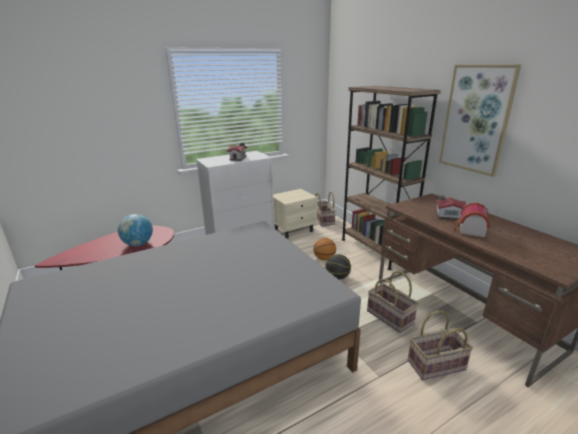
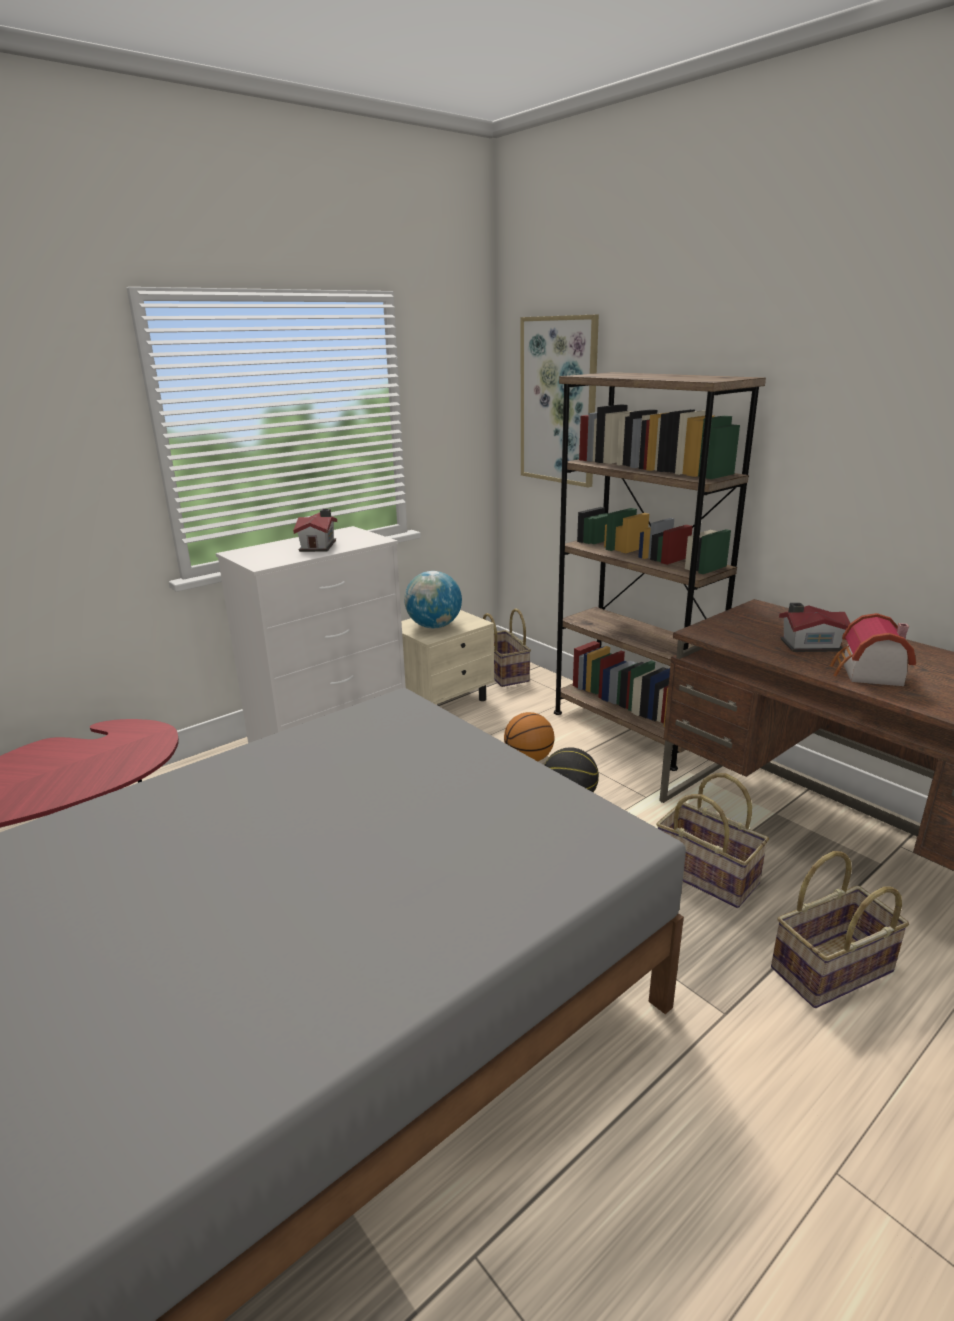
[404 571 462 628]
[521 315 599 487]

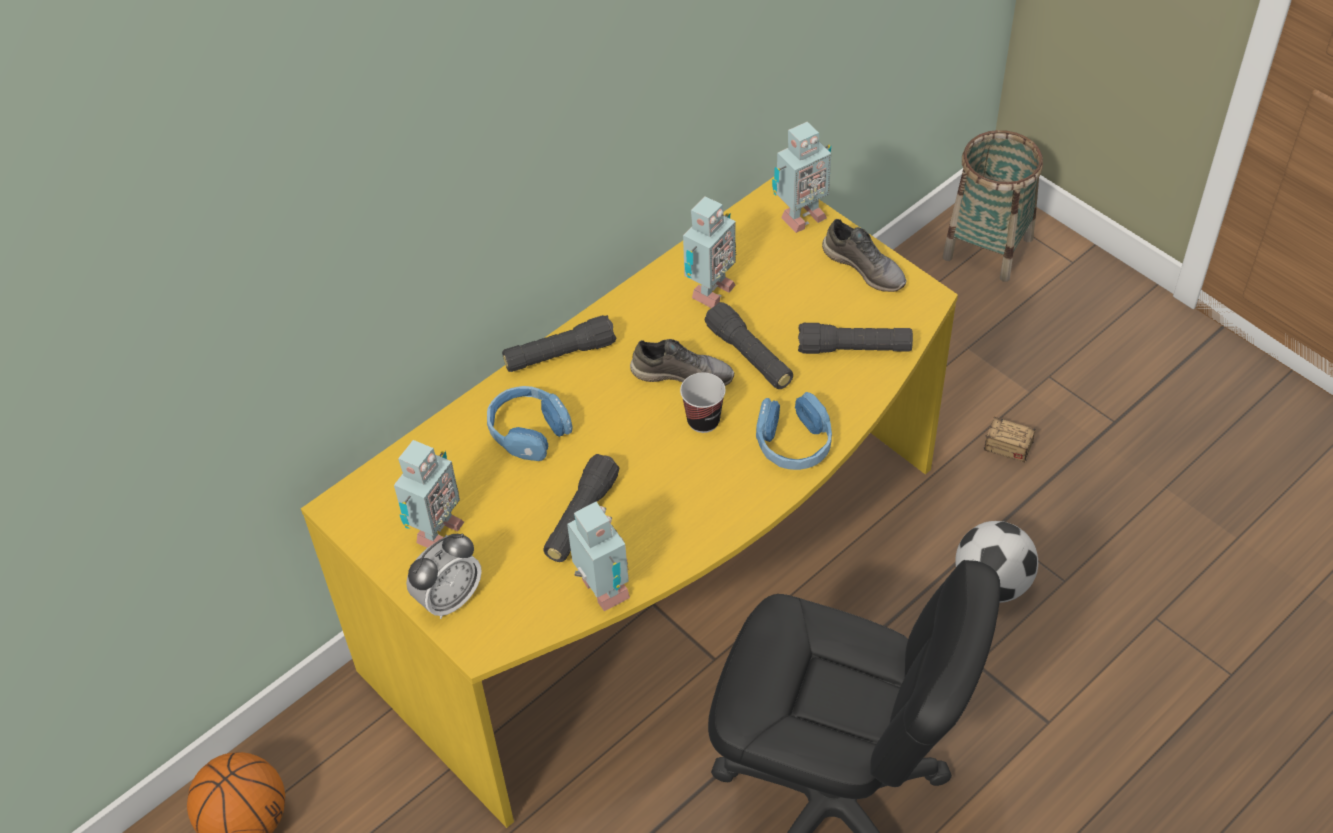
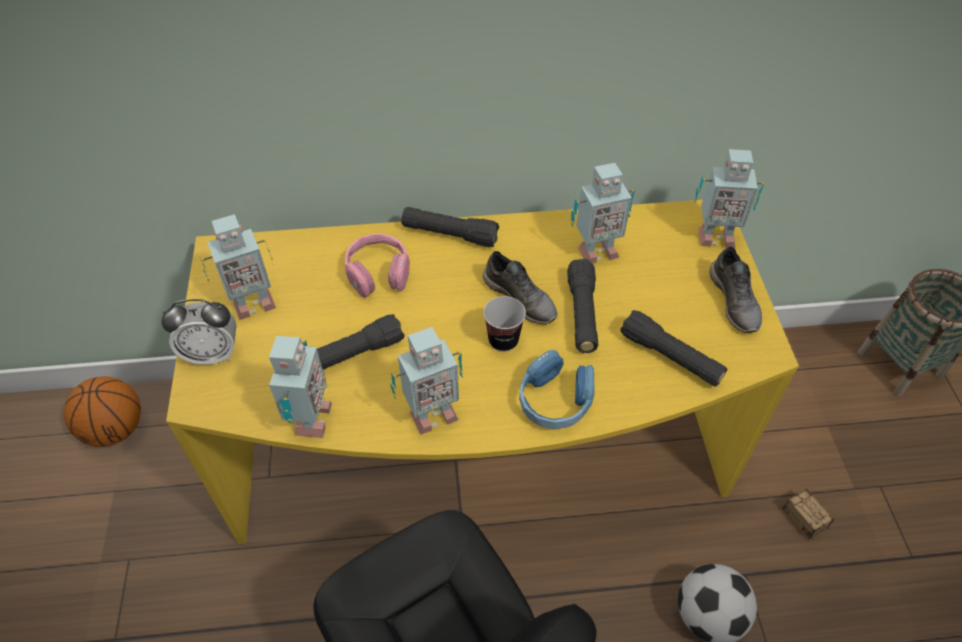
[345 234 410 298]
[390 327 463 435]

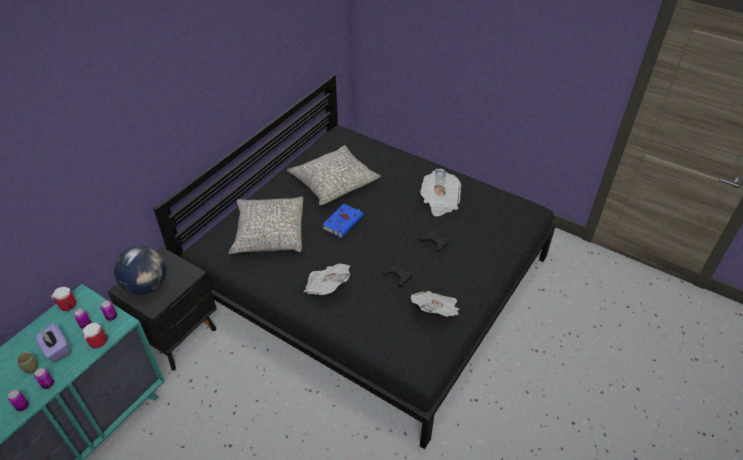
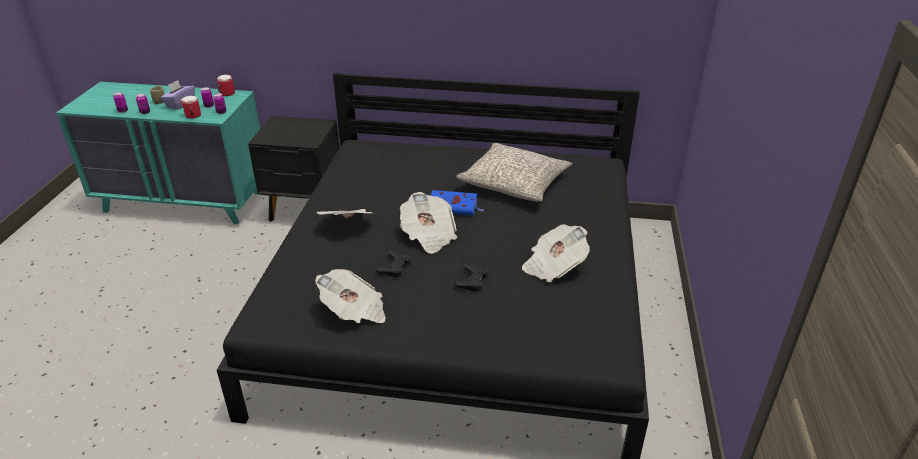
[400 192 457 254]
[114 246 166 295] (first image)
[228 197 303 254] (first image)

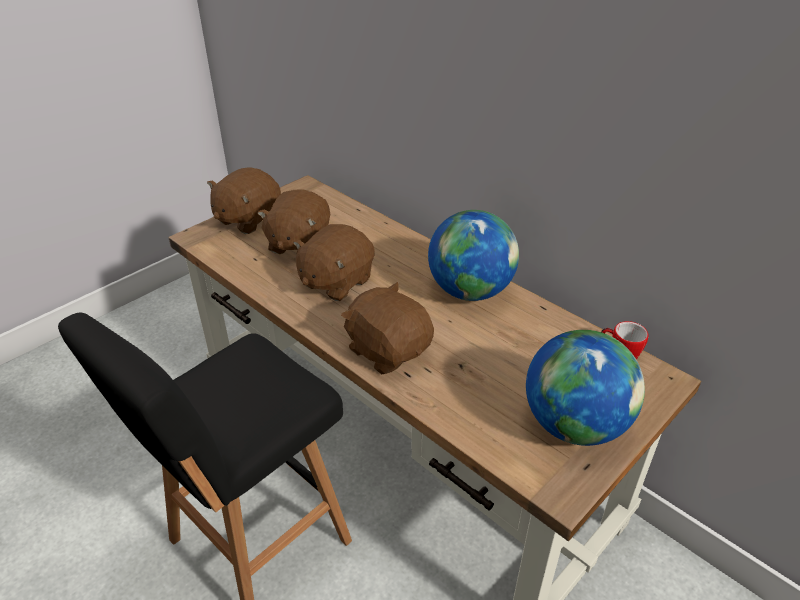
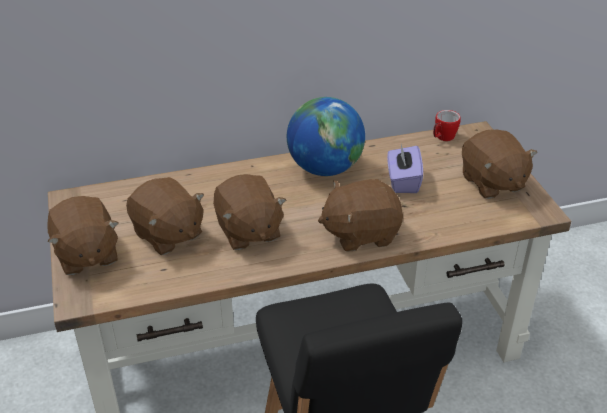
[387 145 423 193]
[462 129 537 199]

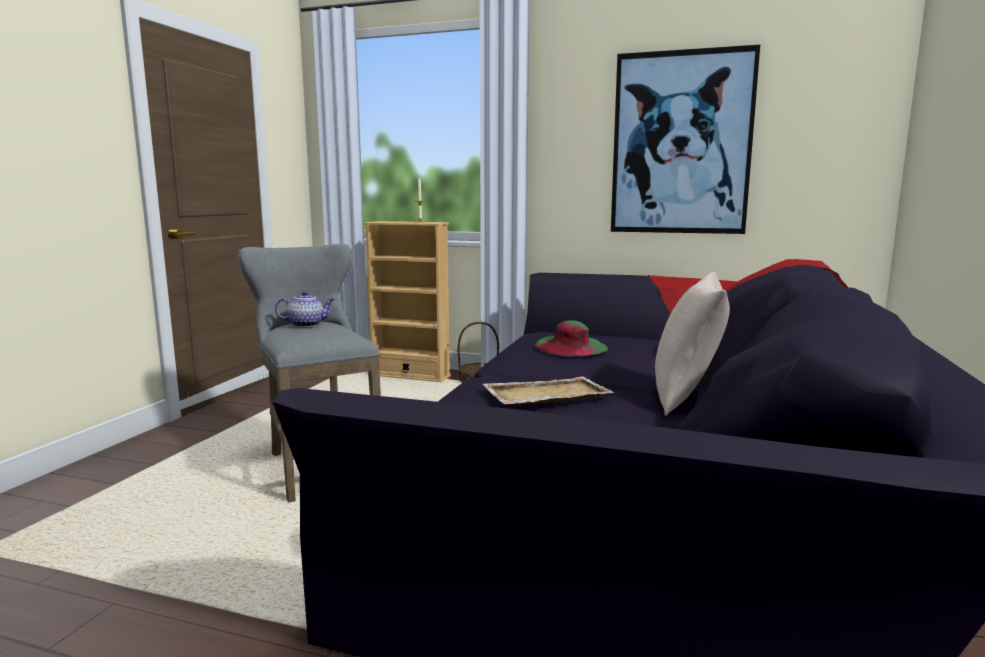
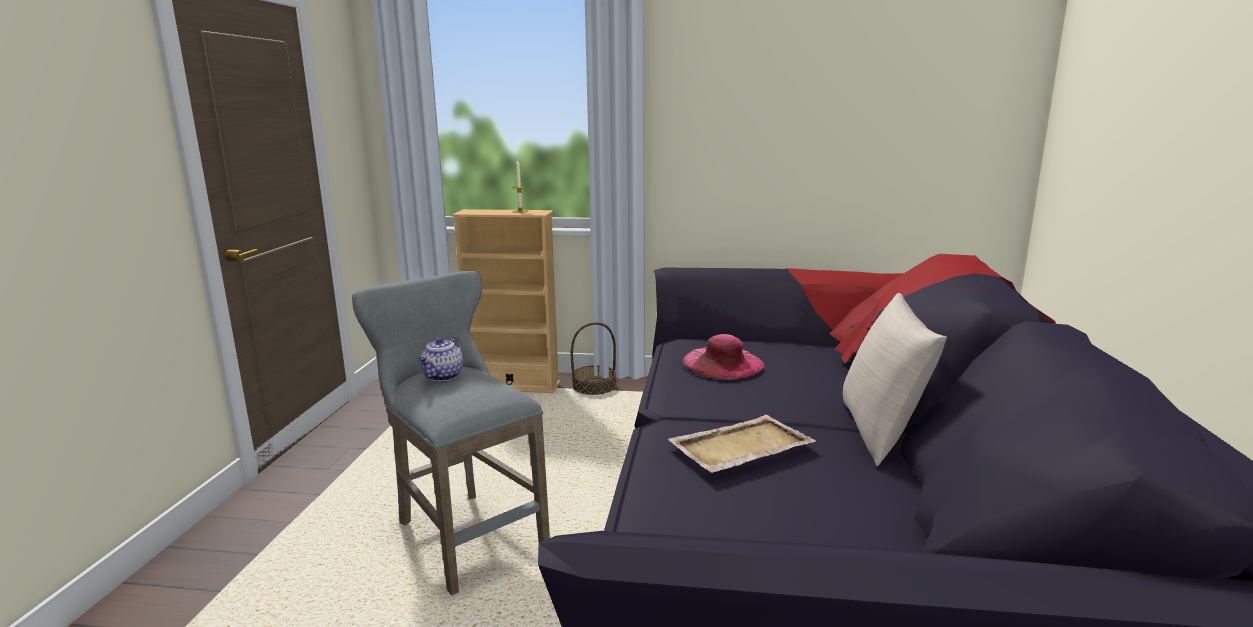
[418 337 463 381]
[682 334 765 379]
[611 45 760 234] (first image)

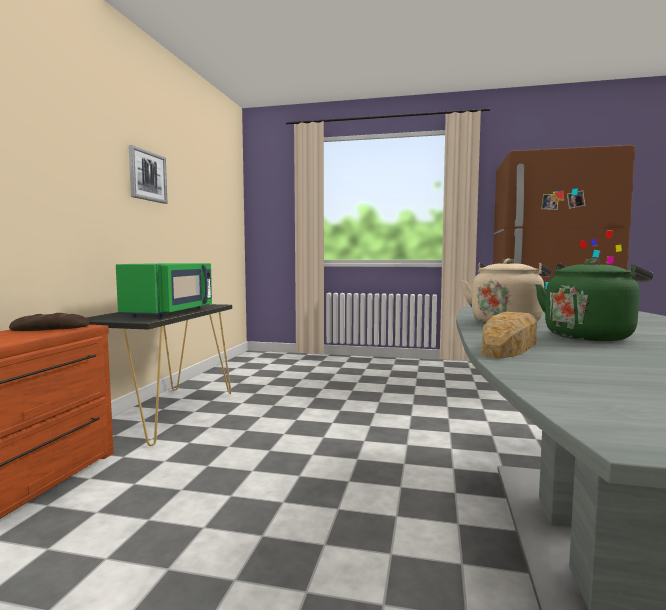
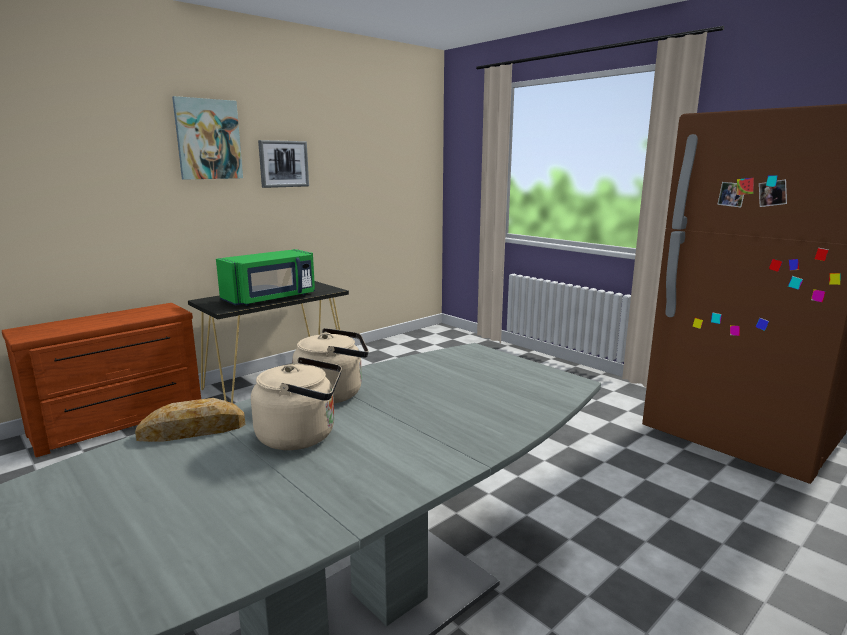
[172 96 243 180]
[251 357 342 450]
[9 313 89 331] (first image)

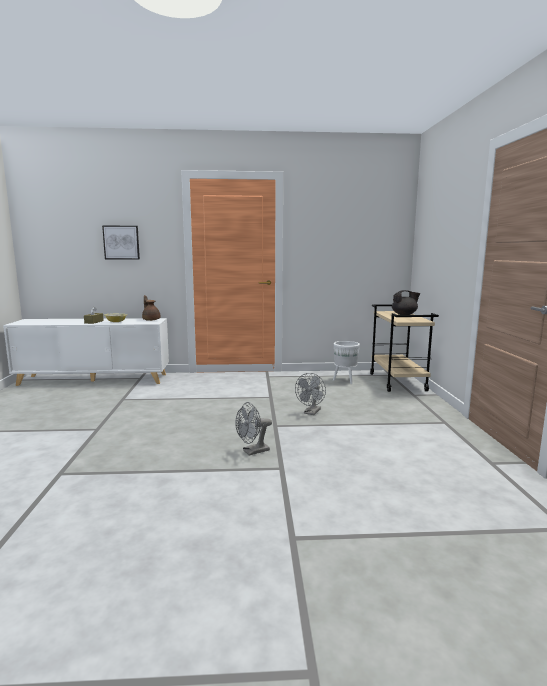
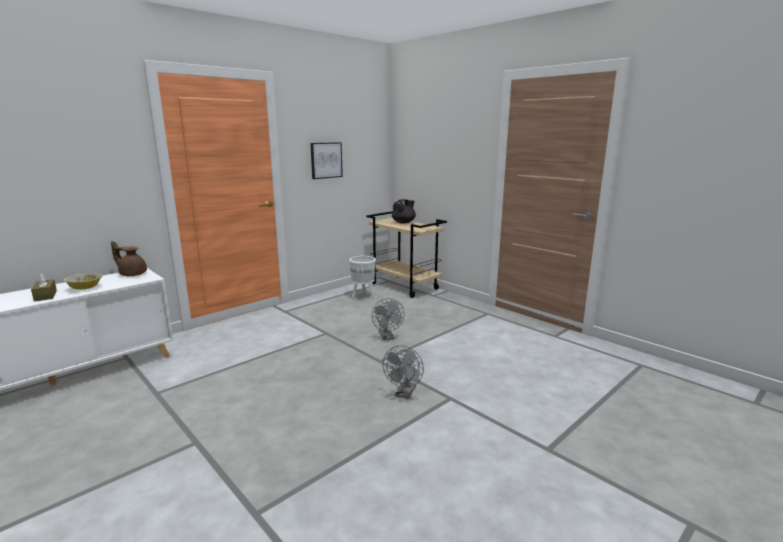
[310 142 343 179]

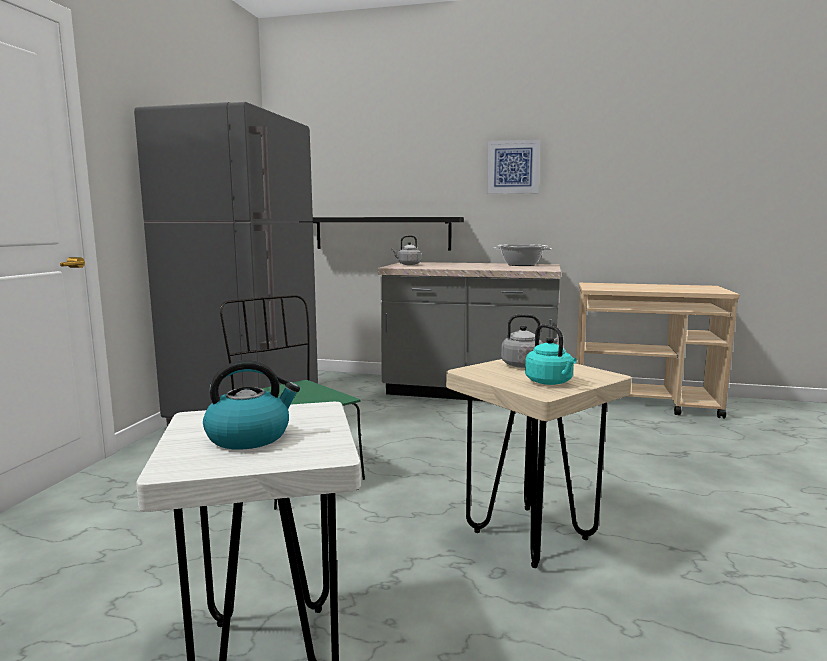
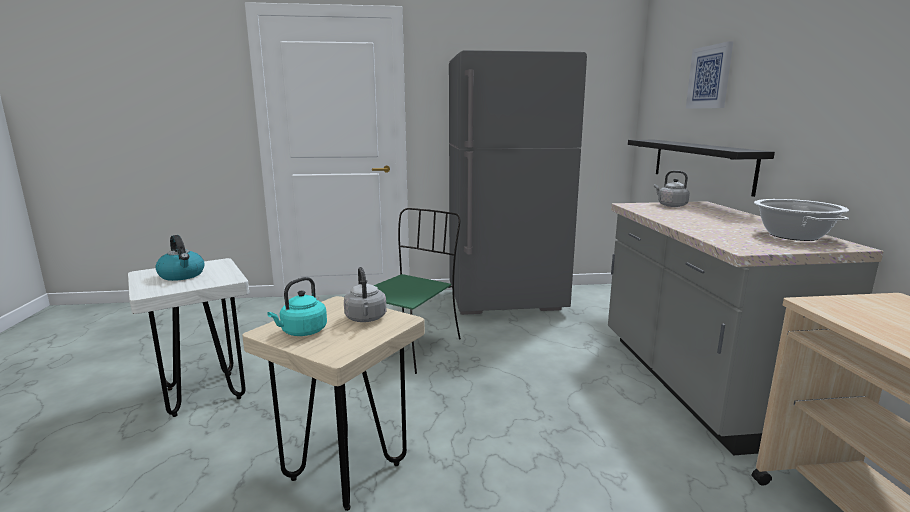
[686 41 733 109]

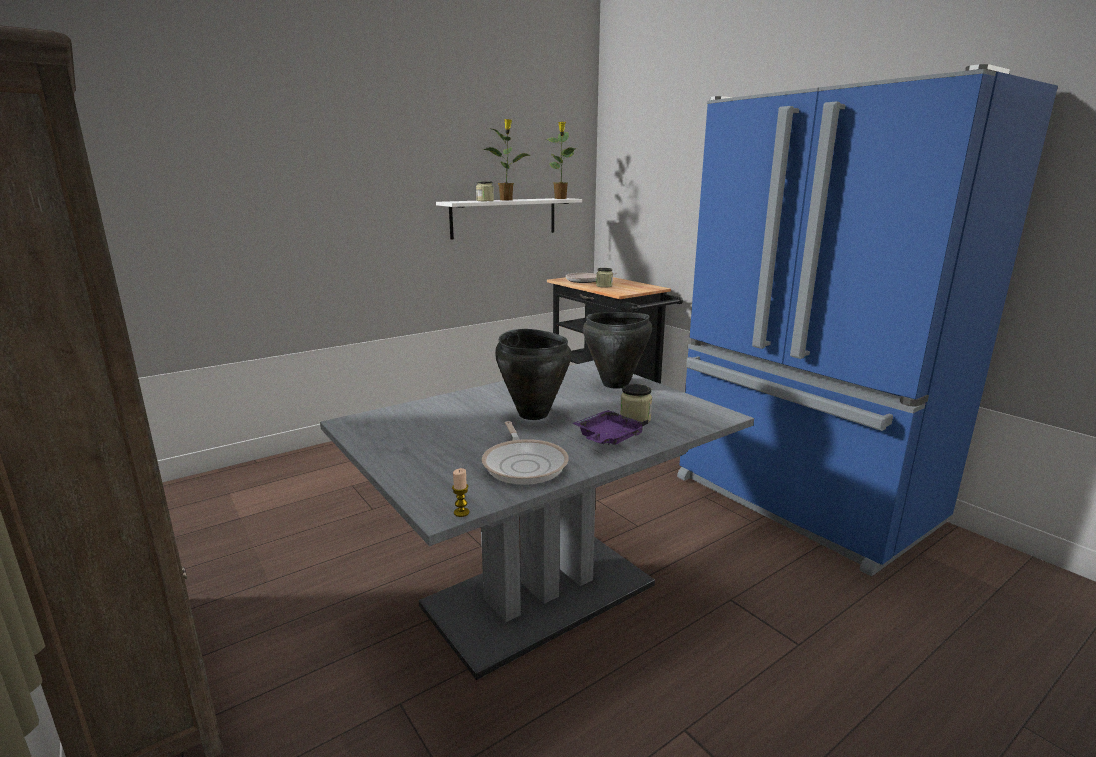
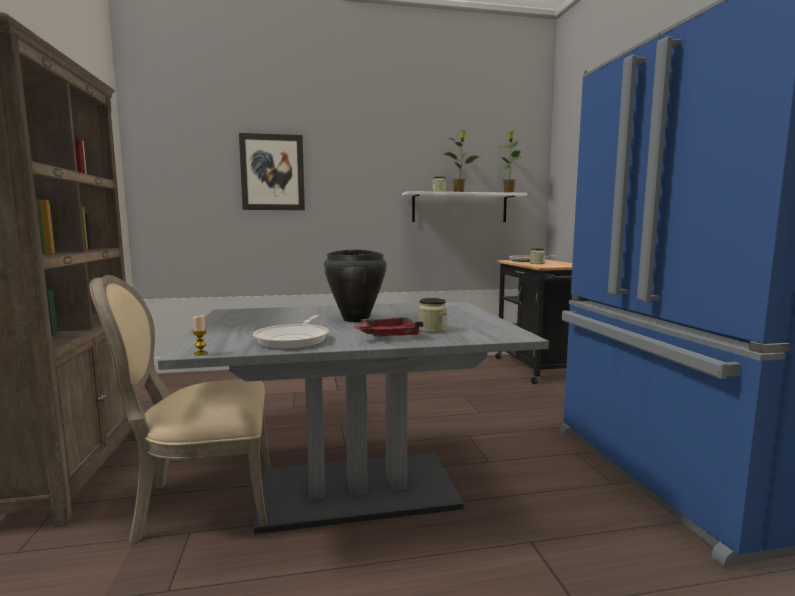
[89 275 271 544]
[239 133 305 210]
[354 317 423 336]
[583 312 652 389] (first image)

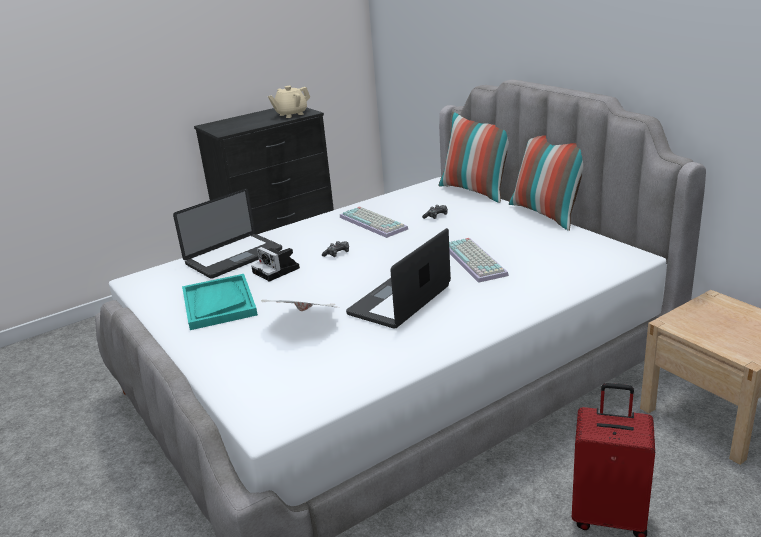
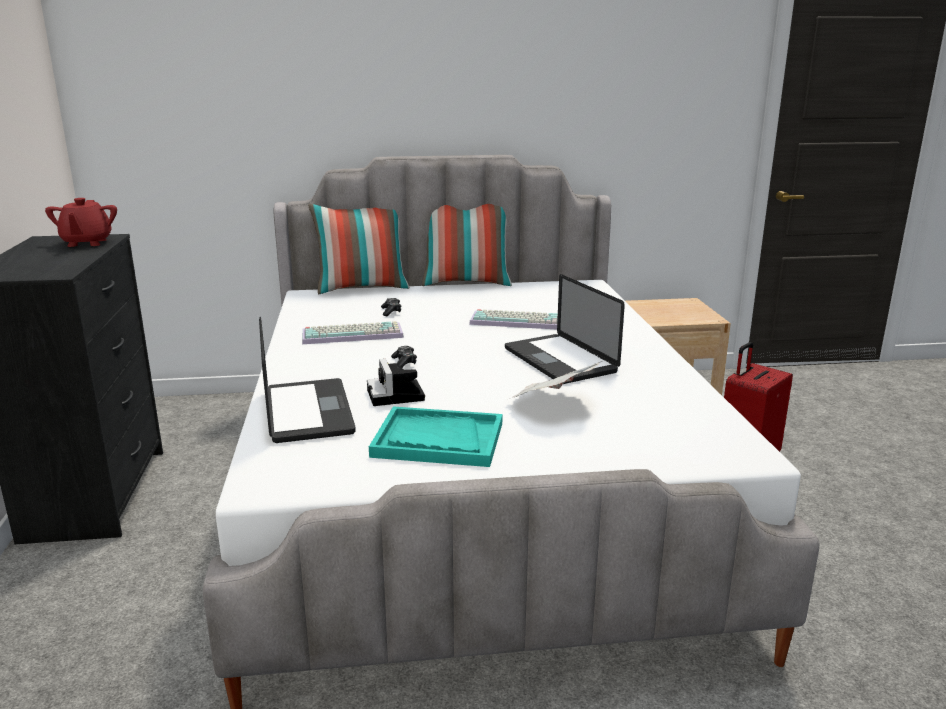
[45 198 117 247]
[367 359 425 406]

